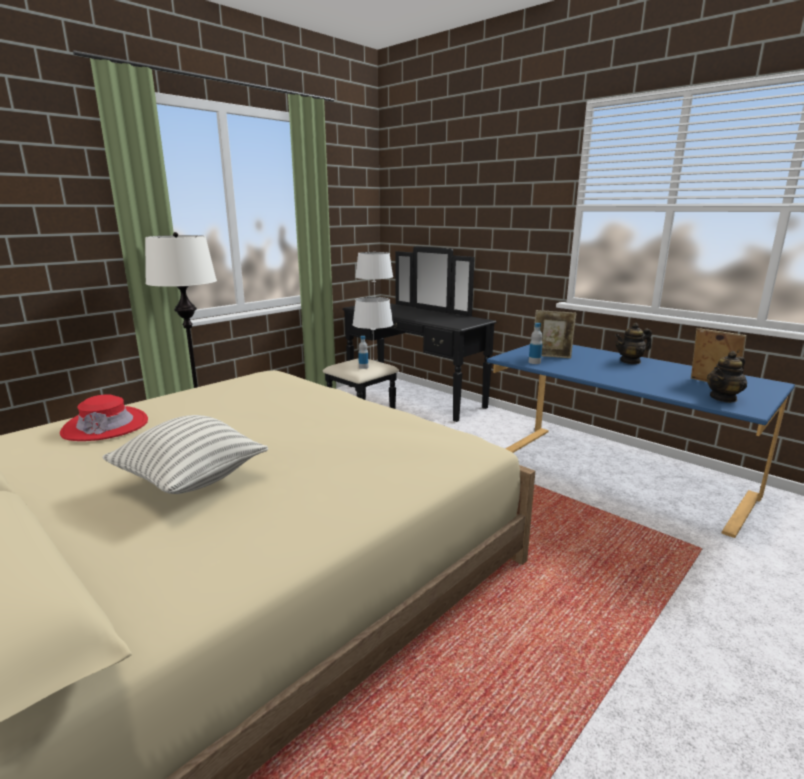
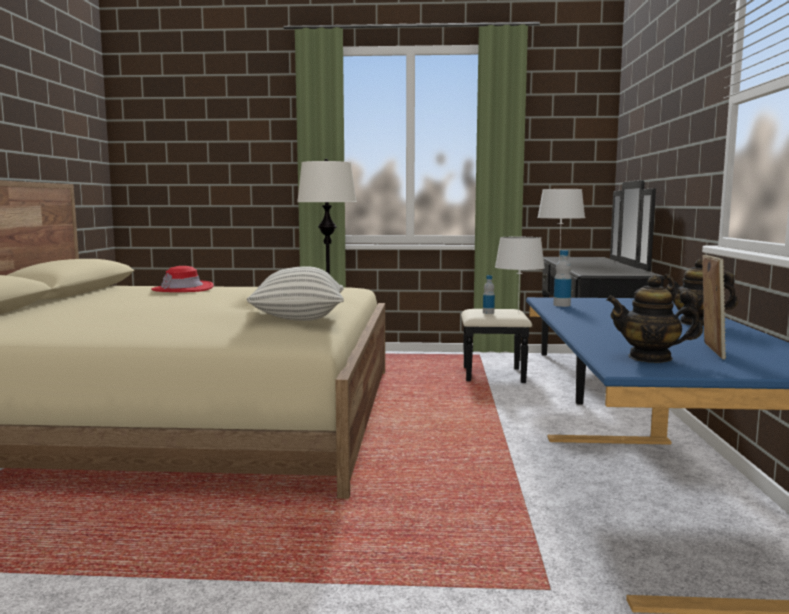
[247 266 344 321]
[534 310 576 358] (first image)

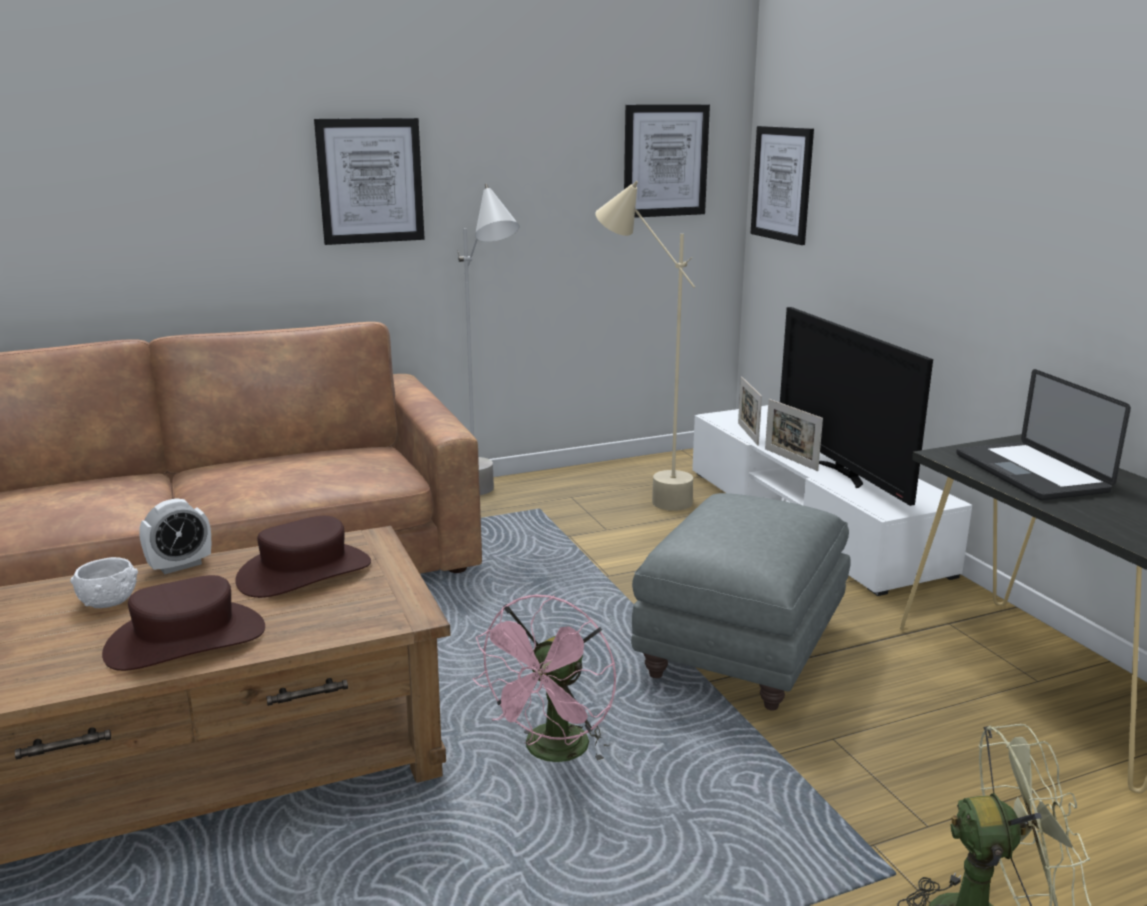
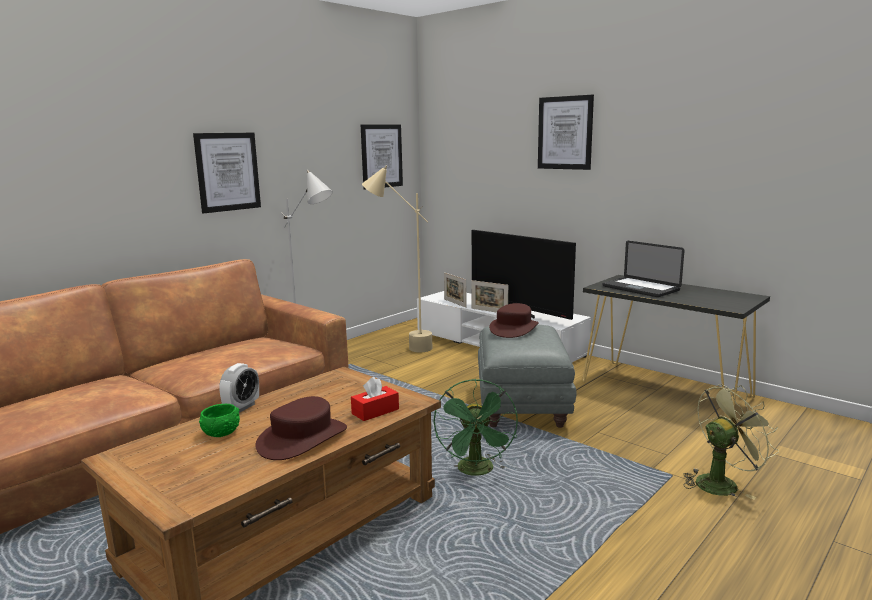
[199 404 240 437]
[351 377 399 421]
[434 379 518 476]
[489 303 539 338]
[538 95 594 170]

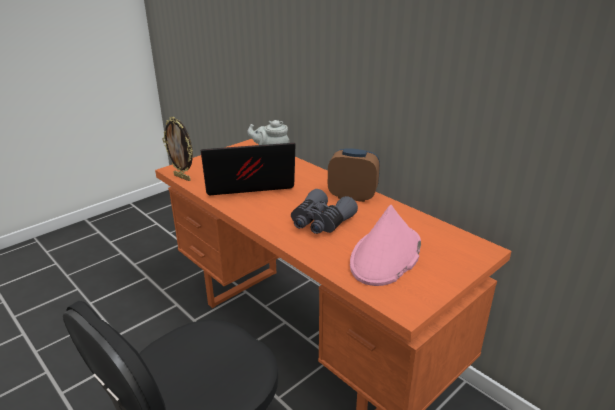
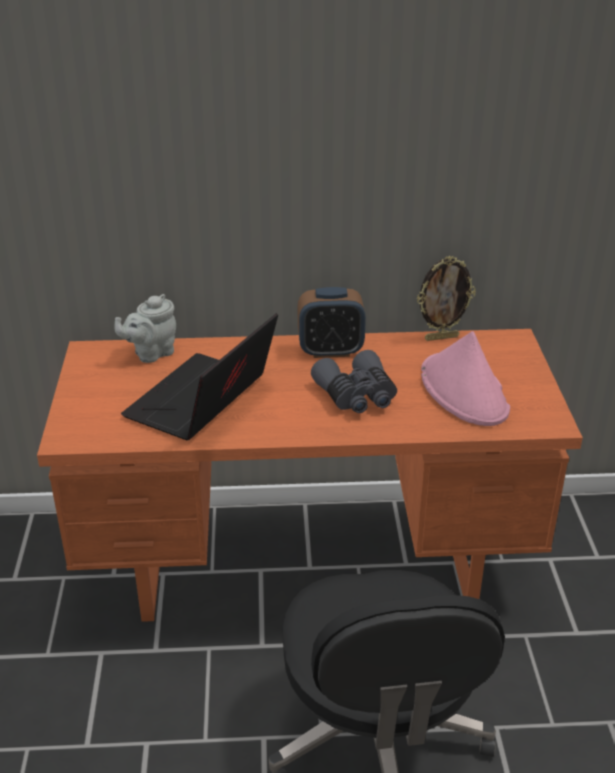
[298 287 366 358]
[417 256 476 341]

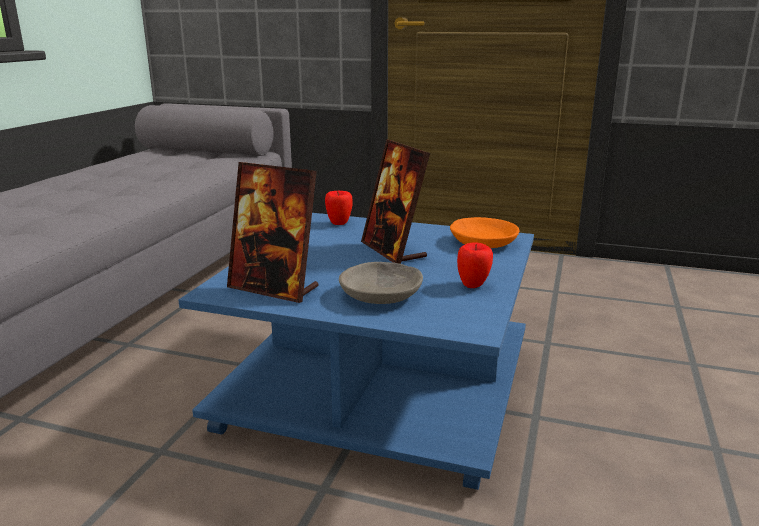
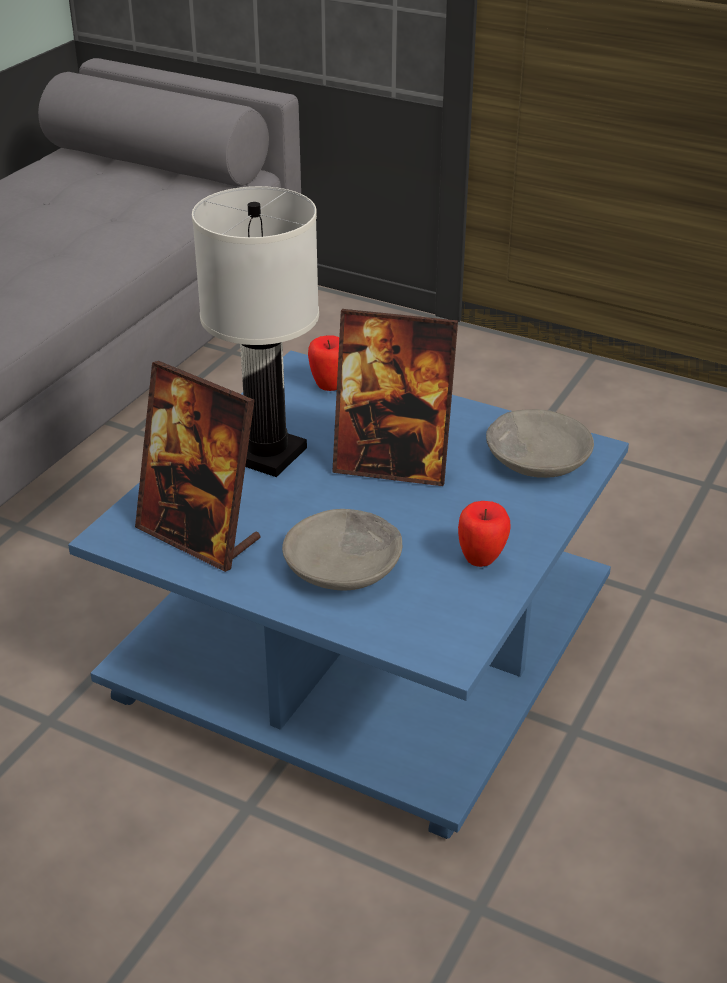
[192 186 319 477]
[332 309 458 486]
[486 409 594 478]

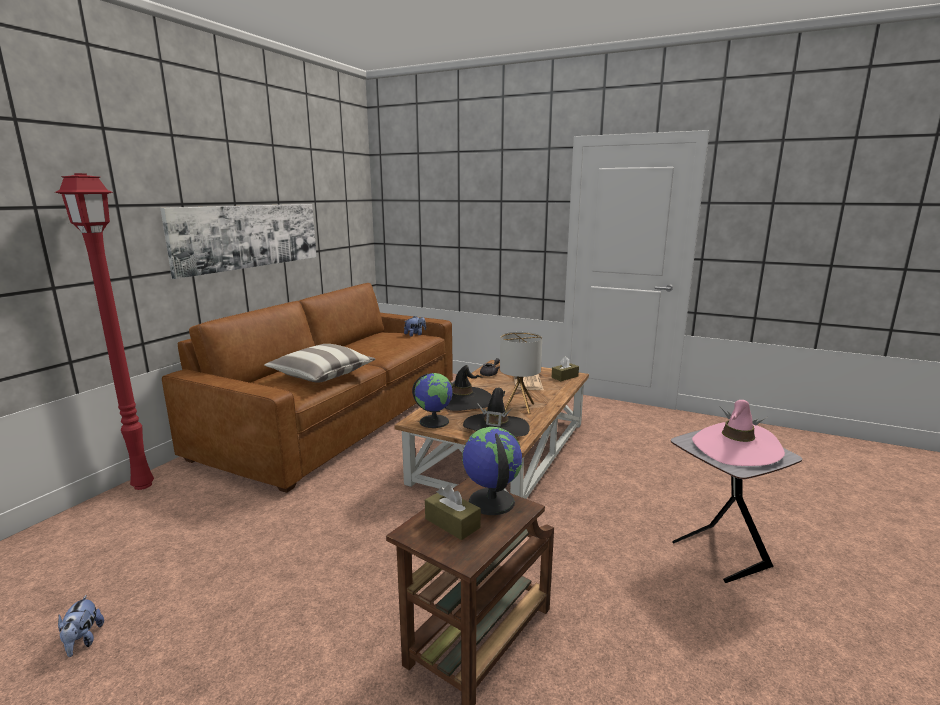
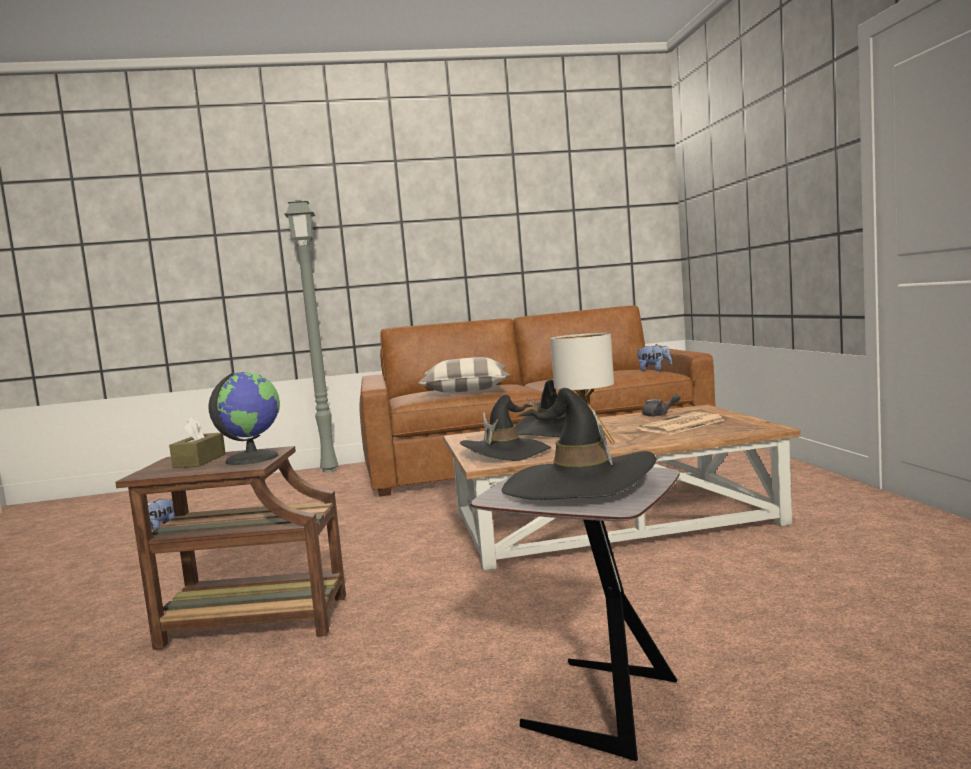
[284 200 338 472]
[502 388 656 500]
[160 204 317 279] (first image)
[412 373 453 428] (first image)
[552 356 579 381] (first image)

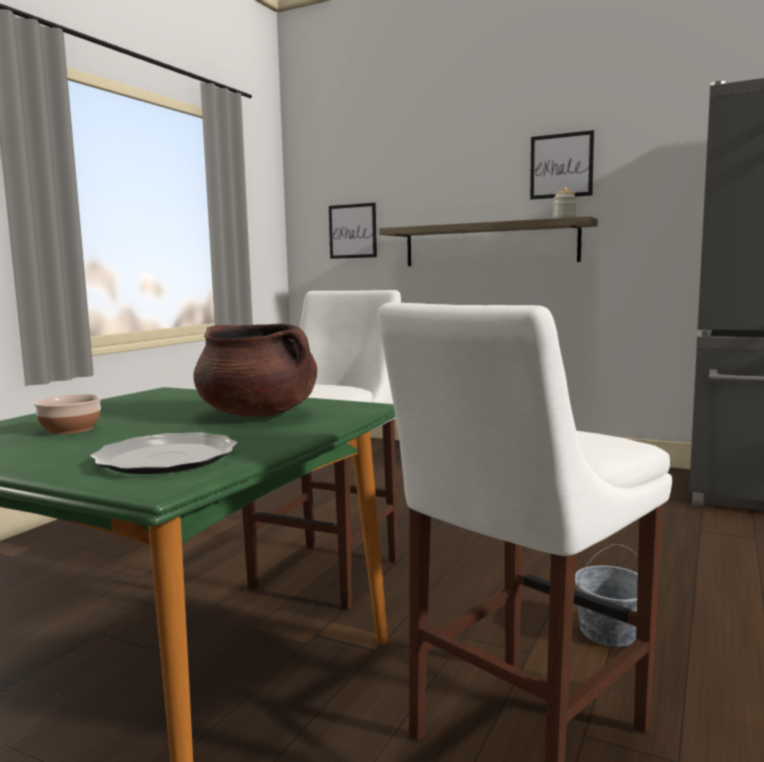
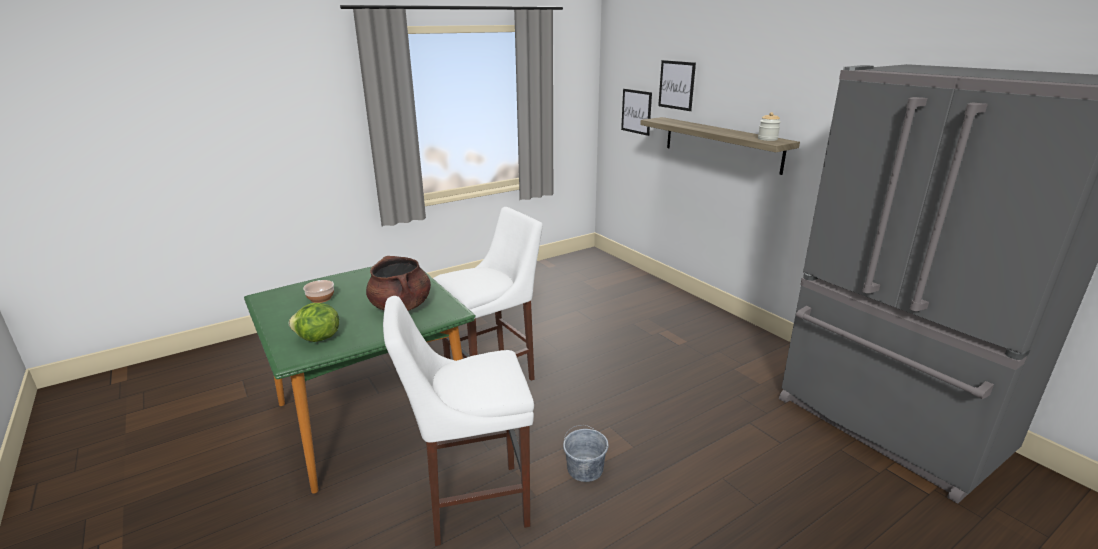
[289 303 339 342]
[658 60 696 111]

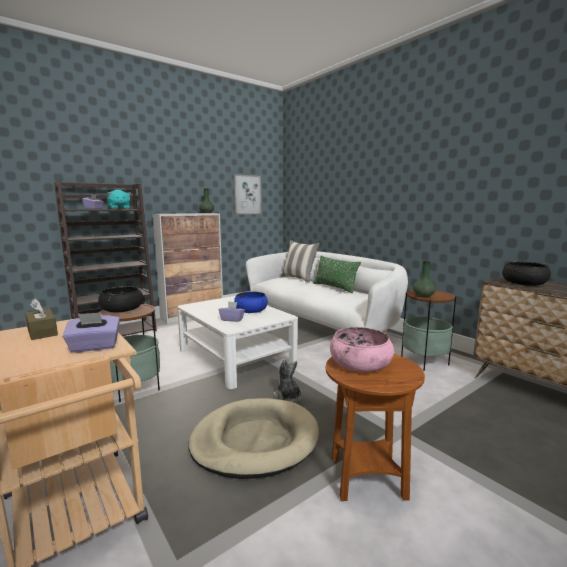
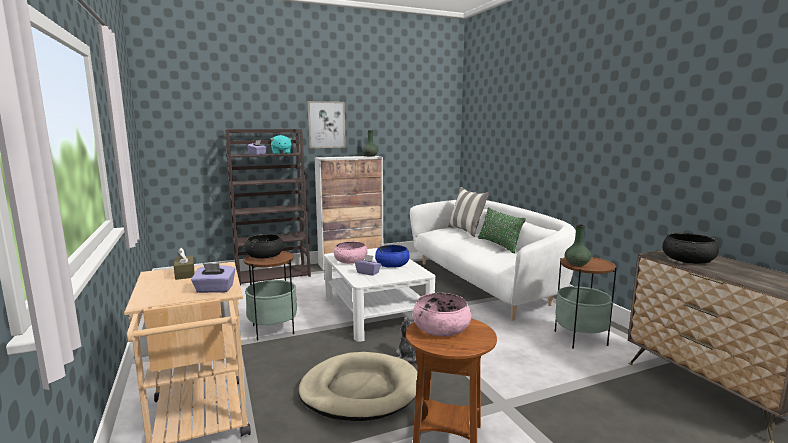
[308 101 346 148]
[334 242 367 264]

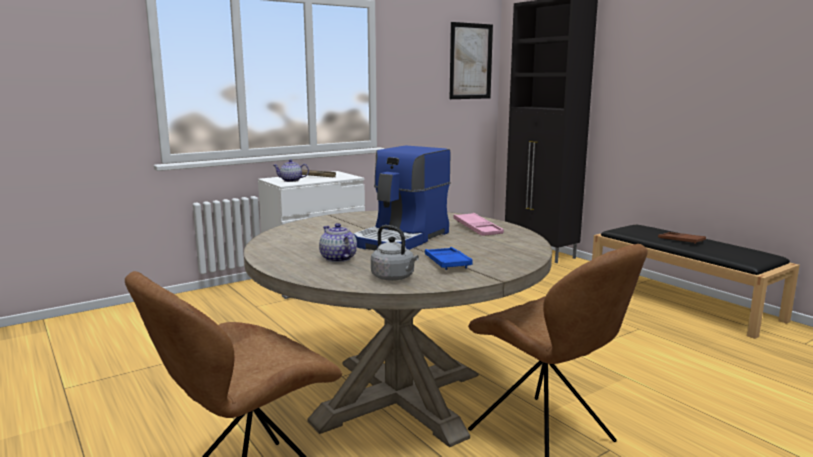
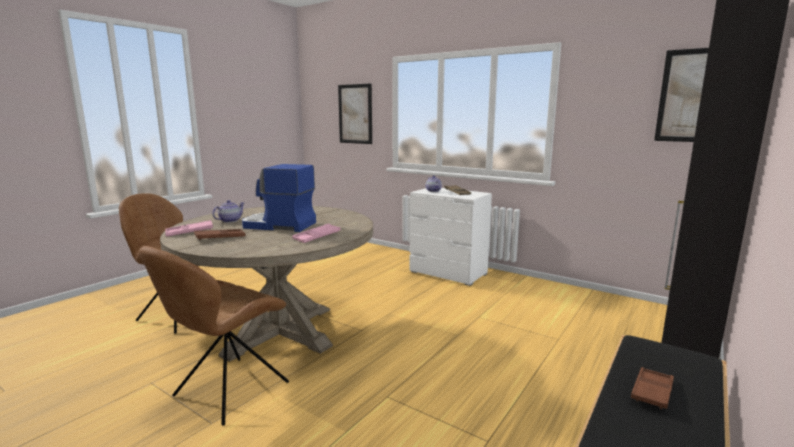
[165 220 213 236]
[194 229 246 240]
[338 84 372 144]

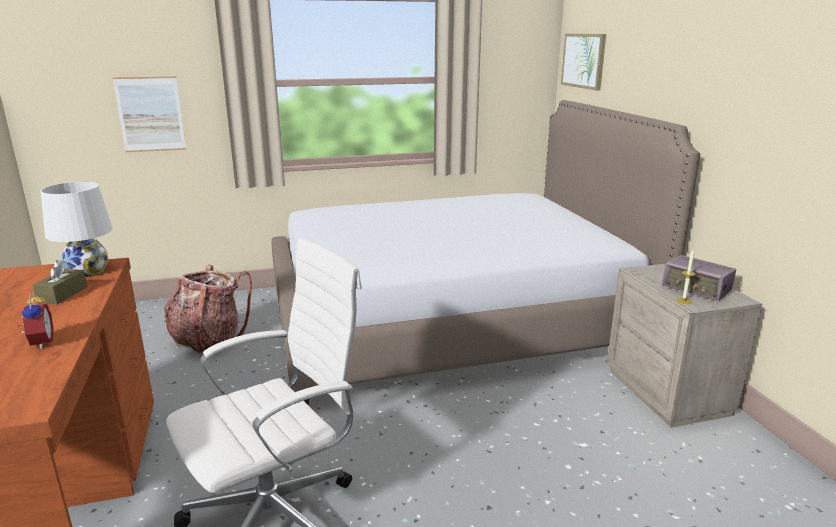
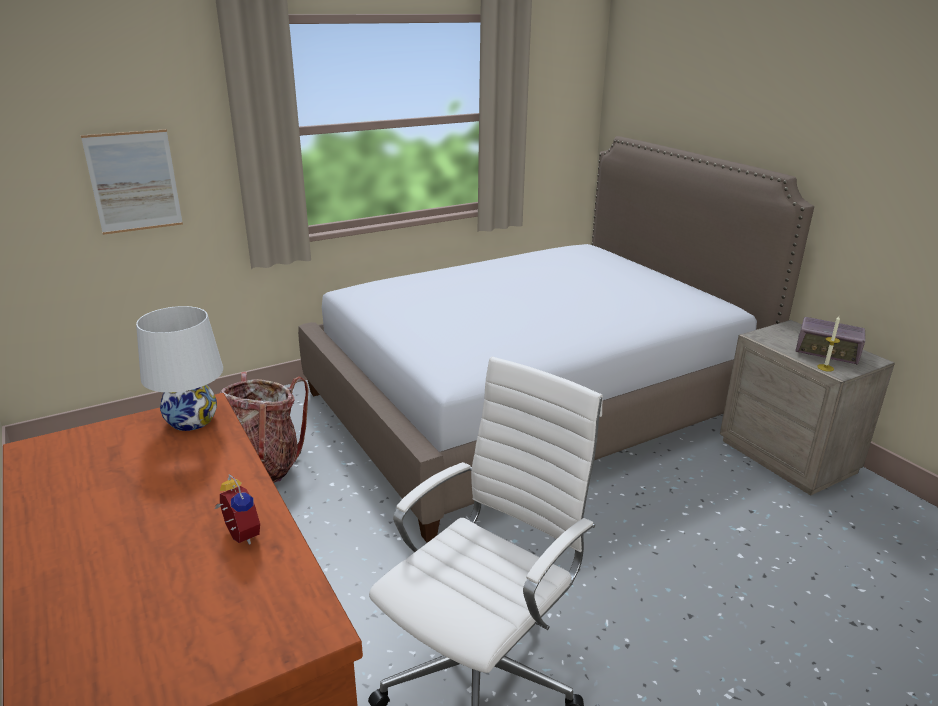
[33 260 88 304] (first image)
[561 34 606 91] (first image)

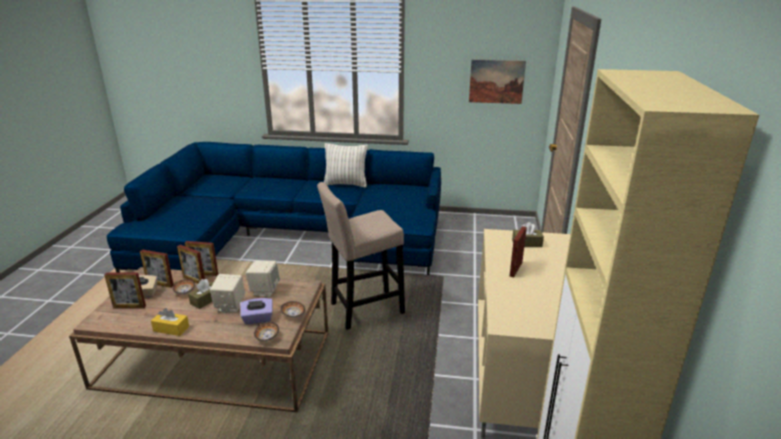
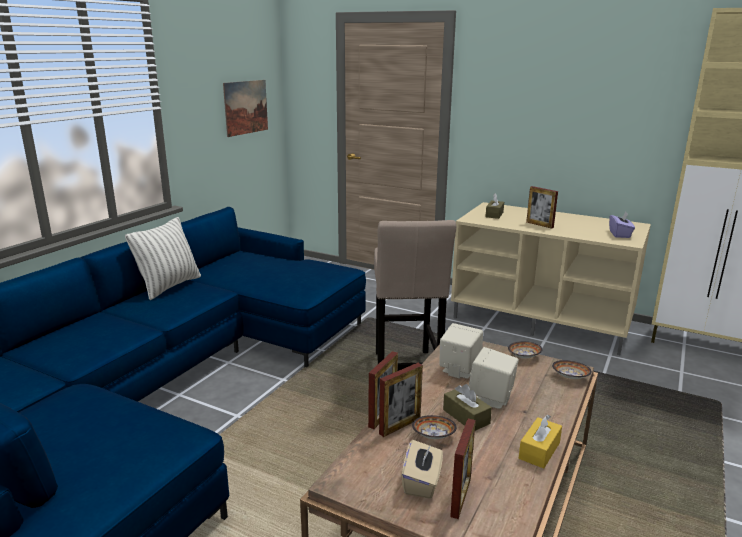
[609 212 635 238]
[140 249 174 288] (first image)

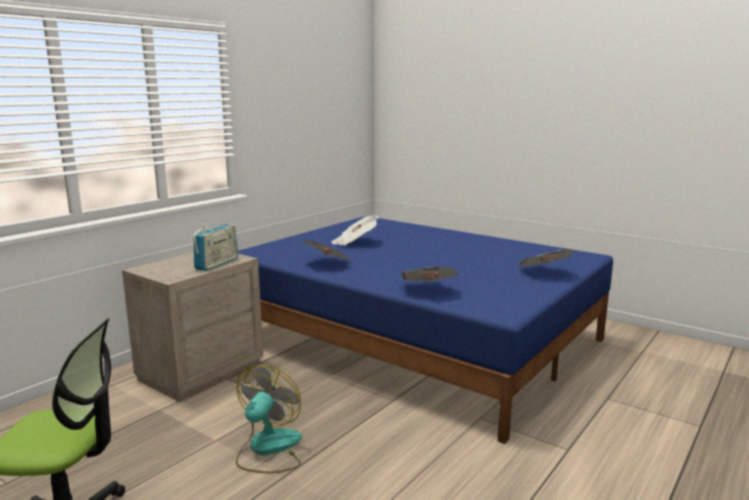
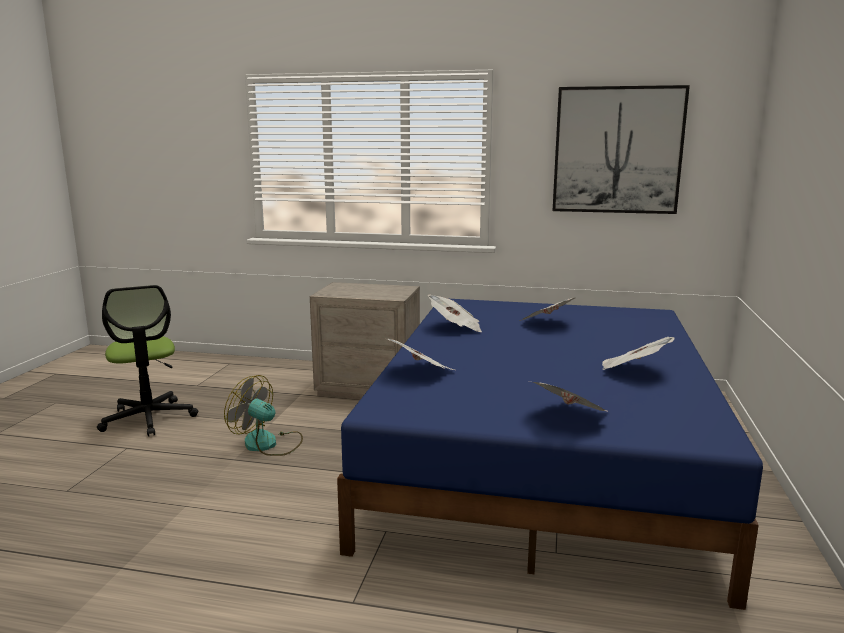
[224 375 303 456]
[553 85 690 214]
[602 337 674 370]
[193 224 238 271] (first image)

